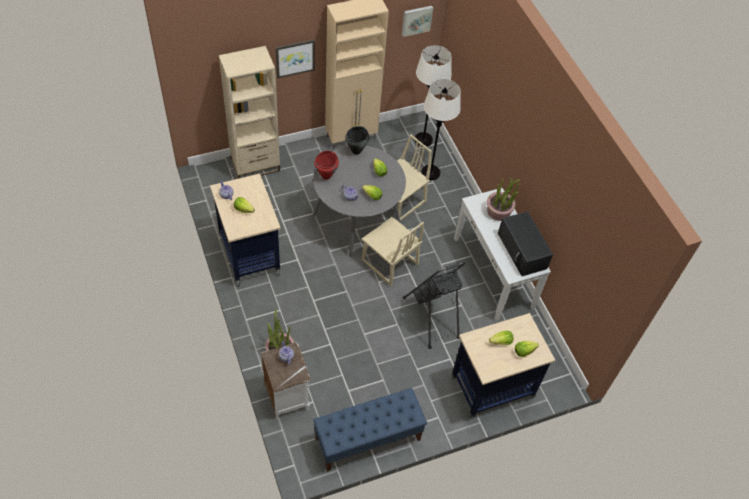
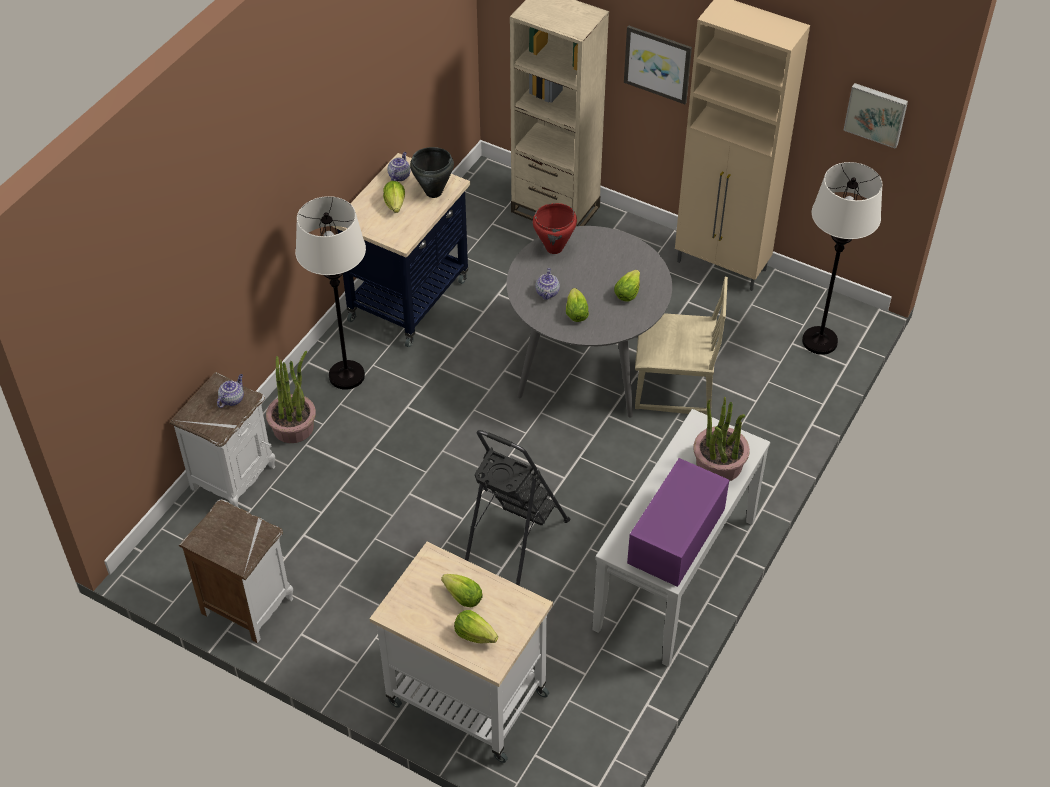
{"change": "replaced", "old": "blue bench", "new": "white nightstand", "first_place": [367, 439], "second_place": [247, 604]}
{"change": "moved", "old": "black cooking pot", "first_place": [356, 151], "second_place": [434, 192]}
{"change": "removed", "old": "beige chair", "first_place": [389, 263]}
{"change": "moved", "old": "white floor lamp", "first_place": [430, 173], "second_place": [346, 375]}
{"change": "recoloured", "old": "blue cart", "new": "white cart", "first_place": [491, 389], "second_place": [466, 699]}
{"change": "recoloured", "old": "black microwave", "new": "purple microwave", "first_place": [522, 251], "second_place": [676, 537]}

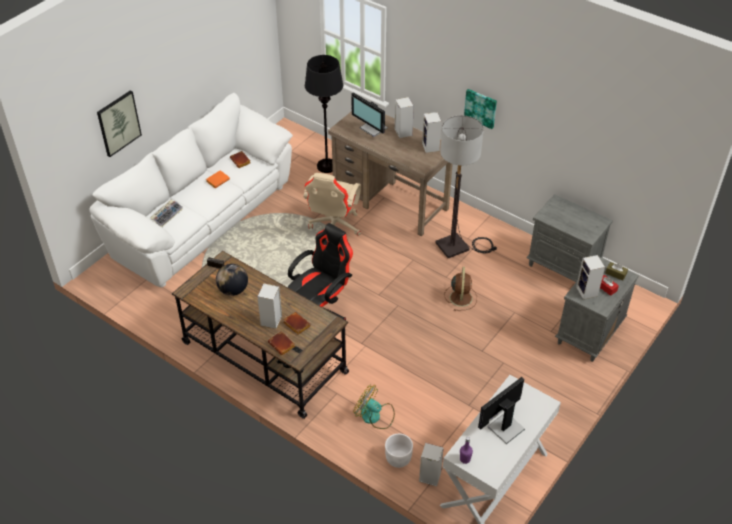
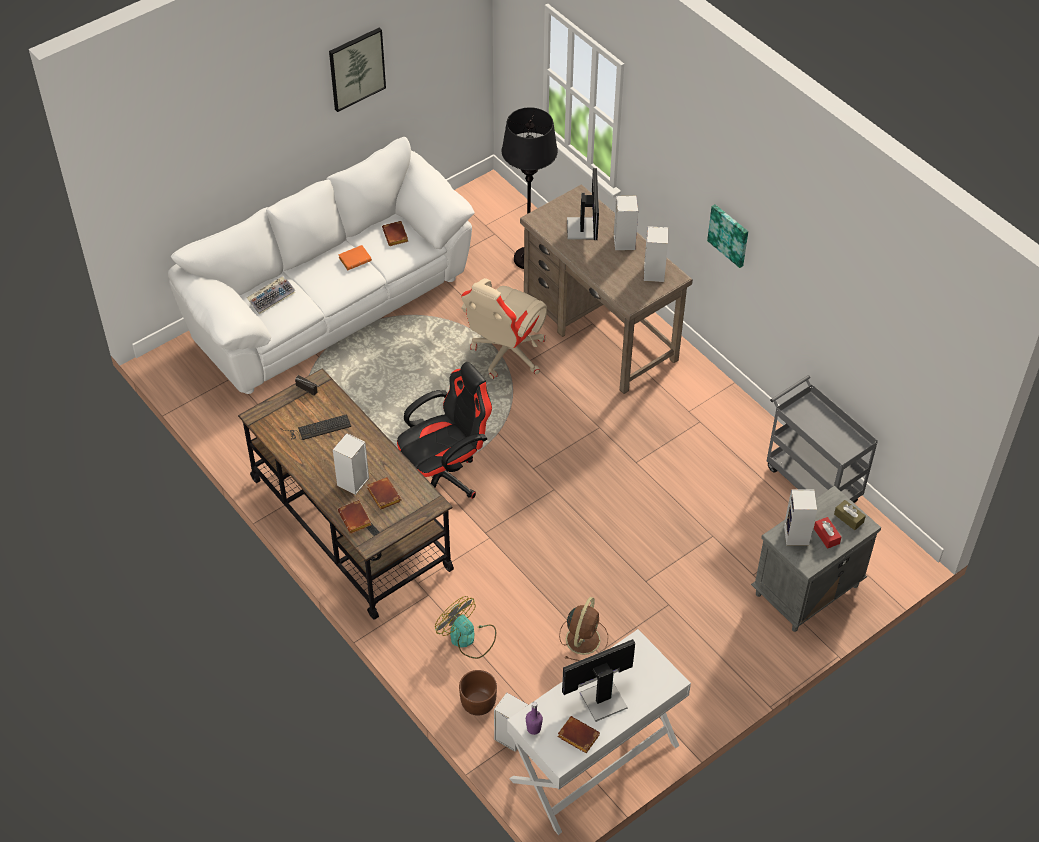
{"change": "moved", "old": "picture", "first_place": [118, 123], "second_place": [356, 68]}
{"change": "replaced", "old": "globe", "new": "keyboard", "first_place": [233, 290], "second_place": [318, 428]}
{"change": "turned", "old": "monitor", "first_place": [373, 129], "second_place": [583, 228], "degrees": -150}
{"change": "recoloured", "old": "white planter", "new": "brown planter", "first_place": [398, 458], "second_place": [478, 703]}
{"change": "removed", "old": "floor lamp", "first_place": [461, 247]}
{"change": "moved", "old": "brown fan", "first_place": [461, 297], "second_place": [583, 638]}
{"change": "replaced", "old": "grey nightstand", "new": "grey cart", "first_place": [563, 267], "second_place": [810, 484]}
{"change": "added", "new": "brown book", "second_place": [577, 737]}

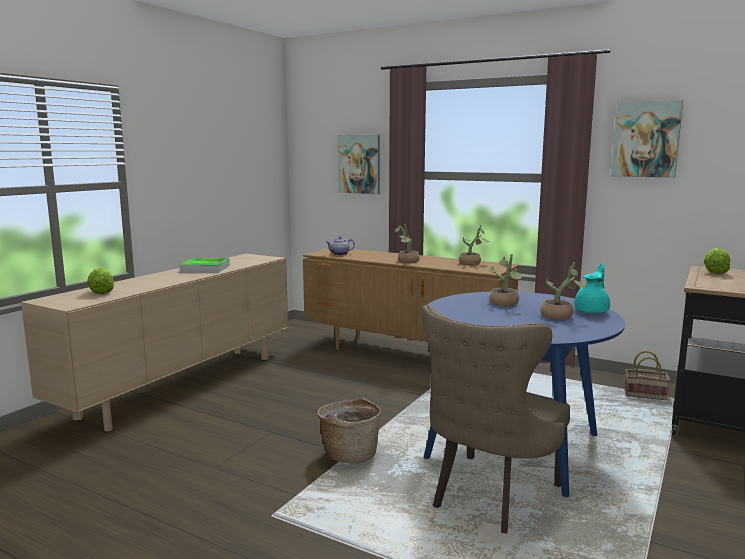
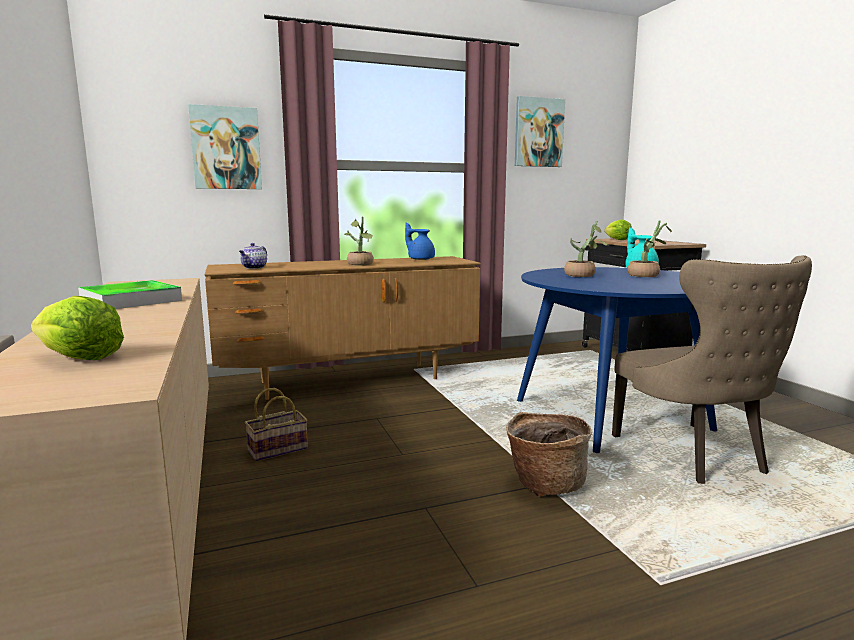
{"change": "replaced", "old": "potted plant", "new": "blue teapot", "first_place": [472, 263], "second_place": [420, 259]}
{"change": "moved", "old": "basket", "first_place": [646, 395], "second_place": [279, 449]}

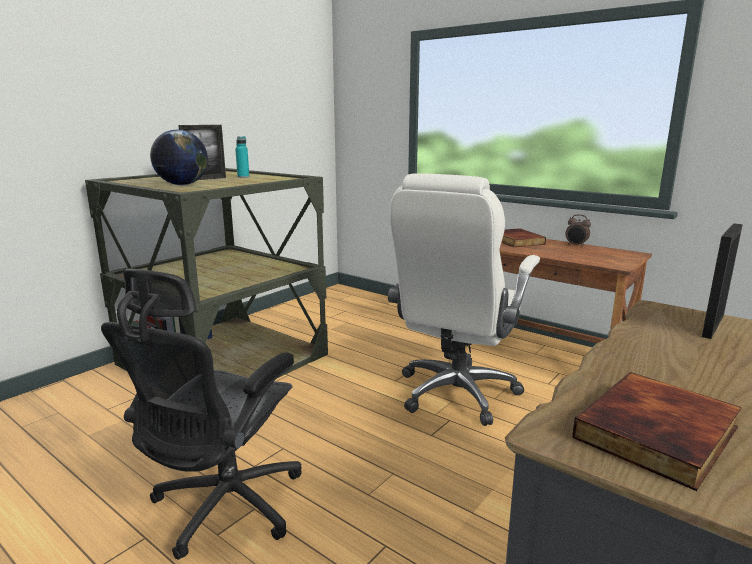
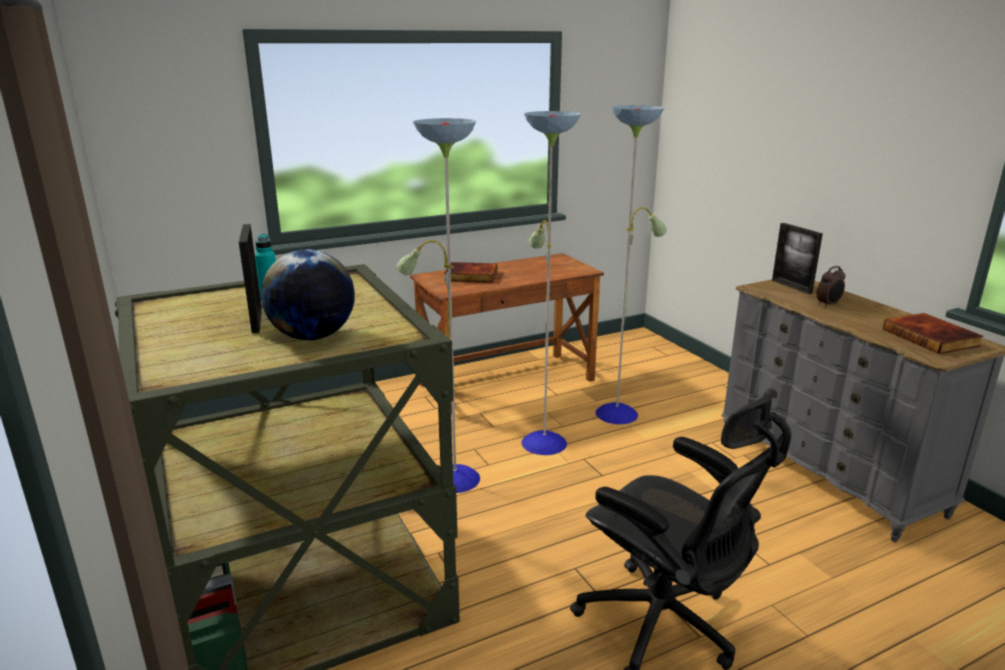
{"change": "replaced", "old": "white office chair", "new": "floor lamp", "first_place": [456, 394], "second_place": [542, 441]}
{"change": "moved", "old": "alarm clock", "first_place": [576, 245], "second_place": [828, 305]}

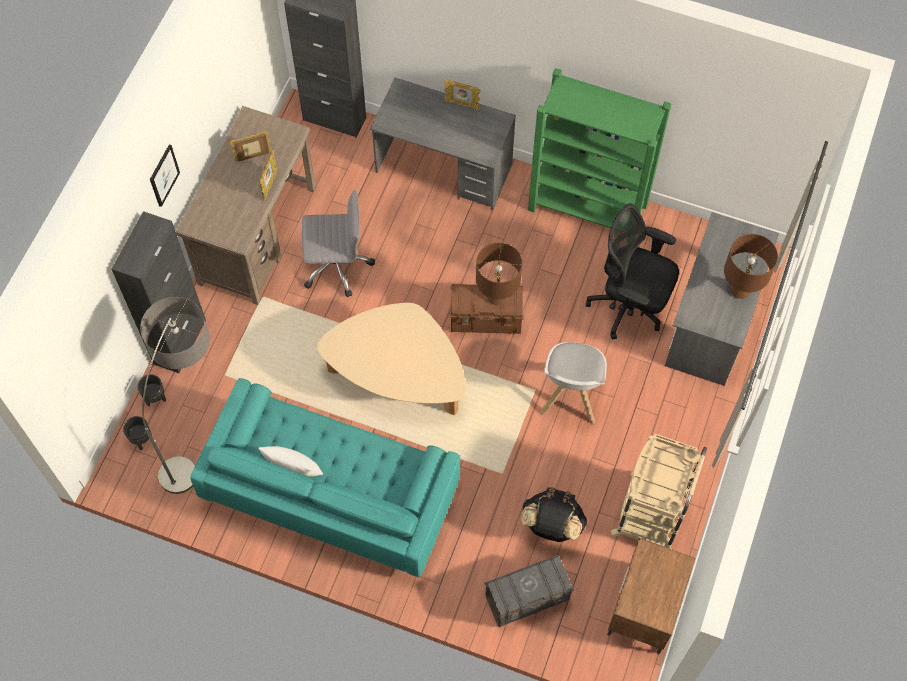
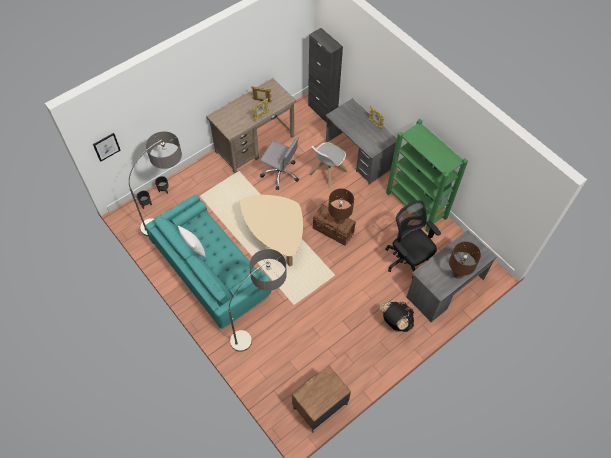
{"change": "removed", "old": "black cabinet", "first_place": [180, 342]}
{"change": "moved", "old": "picture", "first_place": [164, 175], "second_place": [106, 147]}
{"change": "removed", "old": "grey storage box", "first_place": [527, 598]}
{"change": "moved", "old": "black backpack", "first_place": [552, 525], "second_place": [395, 321]}
{"change": "moved", "old": "chair", "first_place": [570, 395], "second_place": [327, 173]}
{"change": "removed", "old": "beige cart", "first_place": [651, 514]}
{"change": "added", "new": "floor lamp", "second_place": [262, 325]}

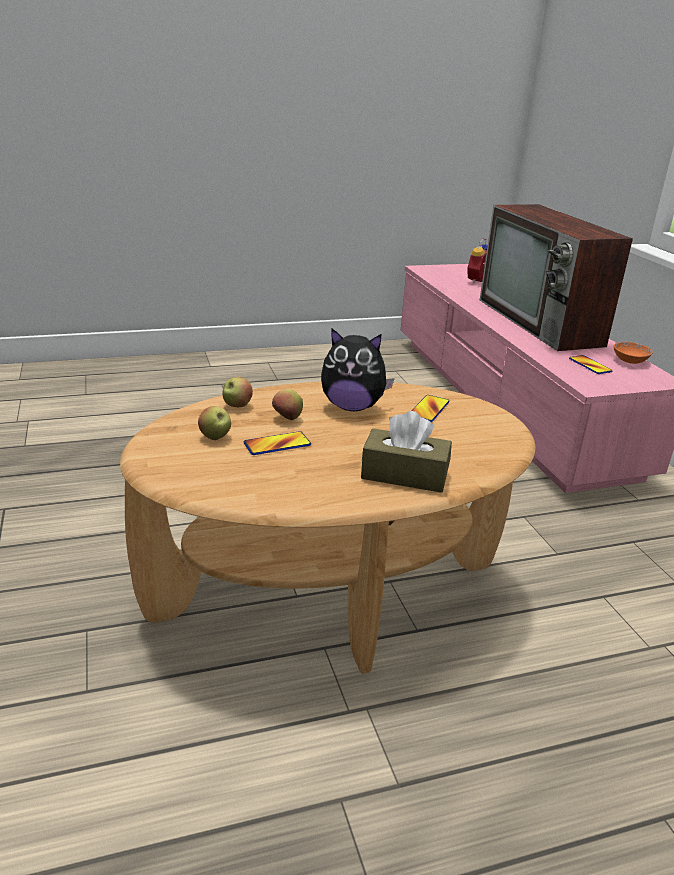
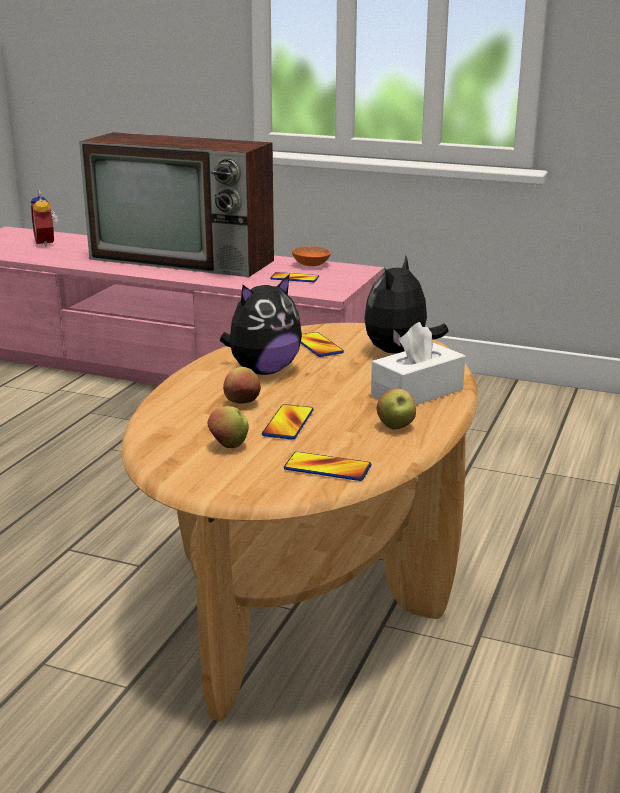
{"change": "moved", "old": "apple", "first_place": [237, 406], "second_place": [396, 427]}
{"change": "recoloured", "old": "brown tissue box", "new": "white tissue box", "first_place": [404, 475], "second_place": [417, 392]}
{"change": "added", "new": "phone", "second_place": [327, 468]}
{"change": "added", "new": "plush toy", "second_place": [399, 352]}

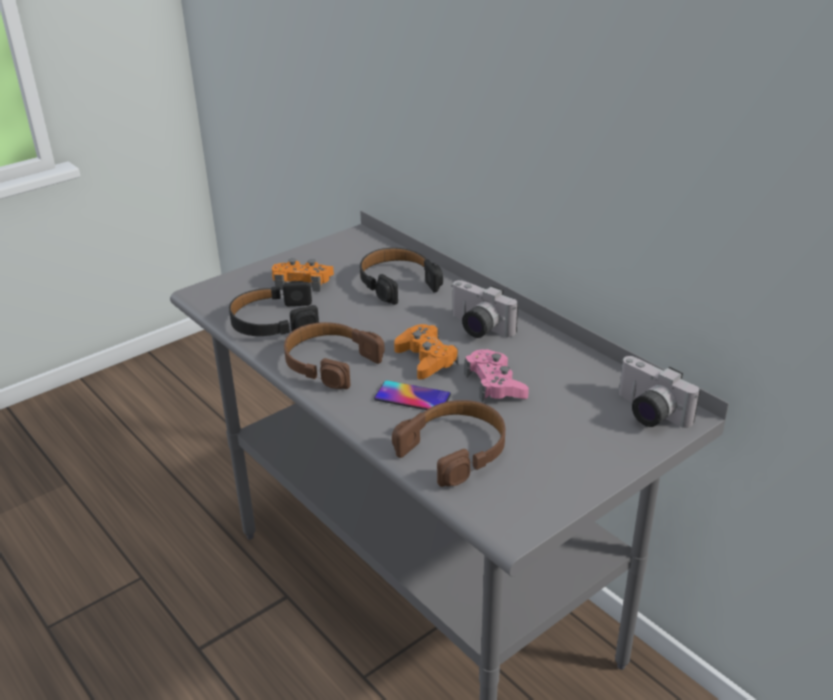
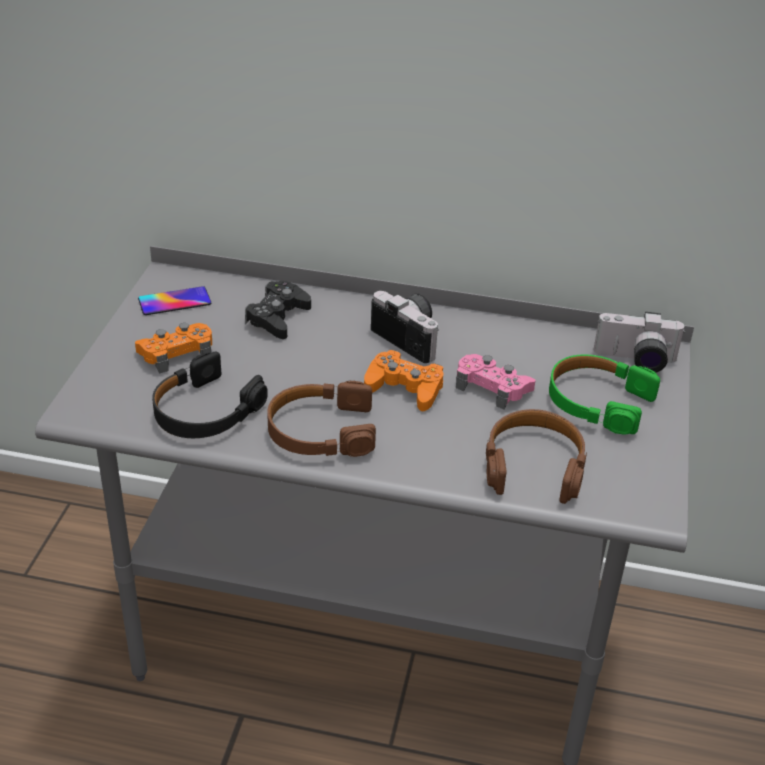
{"change": "replaced", "old": "black headphones", "new": "black game controller", "first_place": [397, 283], "second_place": [278, 317]}
{"change": "moved", "old": "phone", "first_place": [412, 397], "second_place": [174, 301]}
{"change": "turned", "old": "photo camera", "first_place": [477, 328], "second_place": [411, 337], "degrees": -135}
{"change": "added", "new": "green headphones", "second_place": [597, 402]}

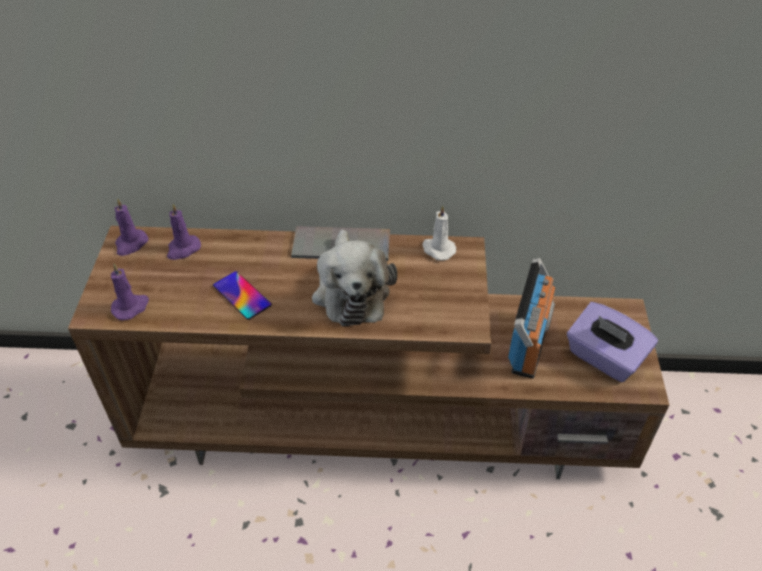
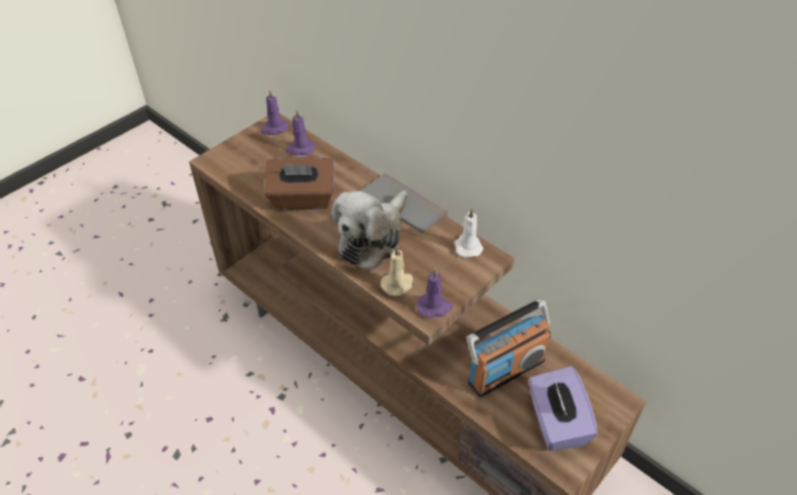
{"change": "moved", "old": "purple candle", "first_place": [131, 307], "second_place": [434, 307]}
{"change": "replaced", "old": "phone", "new": "brown tissue box", "first_place": [242, 295], "second_place": [302, 200]}
{"change": "added", "new": "beige candle", "second_place": [398, 284]}

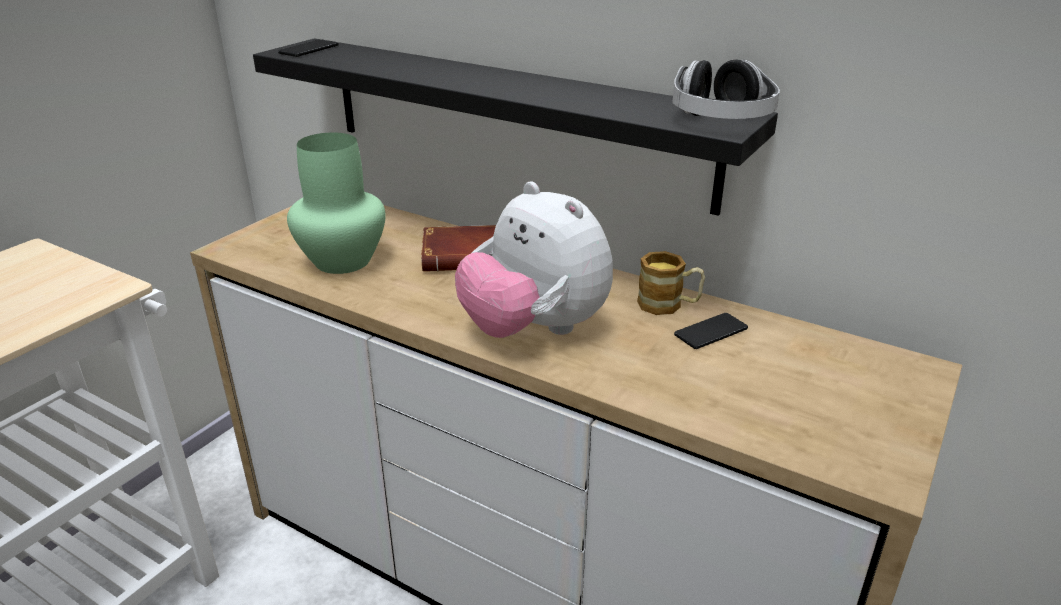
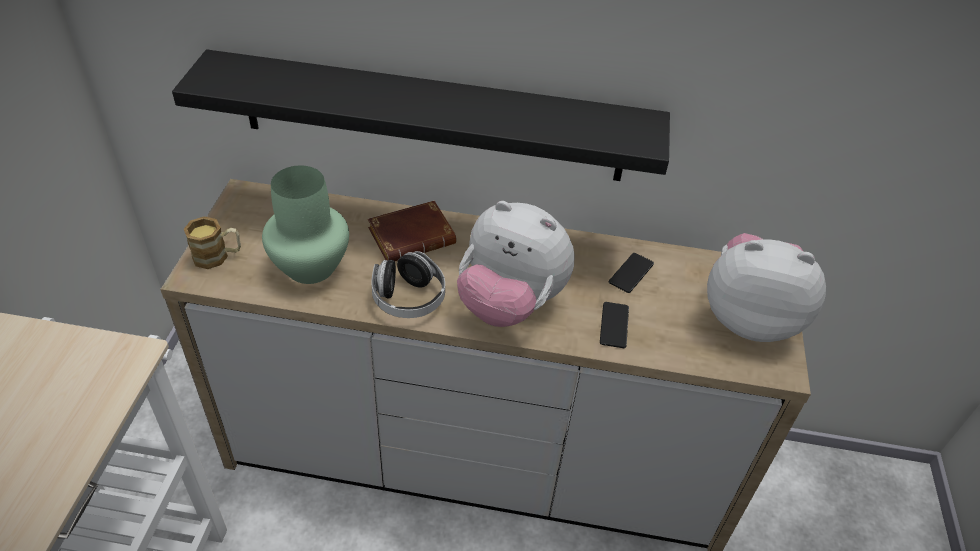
{"change": "moved", "old": "phone", "first_place": [309, 49], "second_place": [614, 325]}
{"change": "moved", "old": "mug", "first_place": [668, 305], "second_place": [218, 256]}
{"change": "moved", "old": "headphones", "first_place": [721, 121], "second_place": [408, 299]}
{"change": "added", "new": "plush toy", "second_place": [749, 317]}

